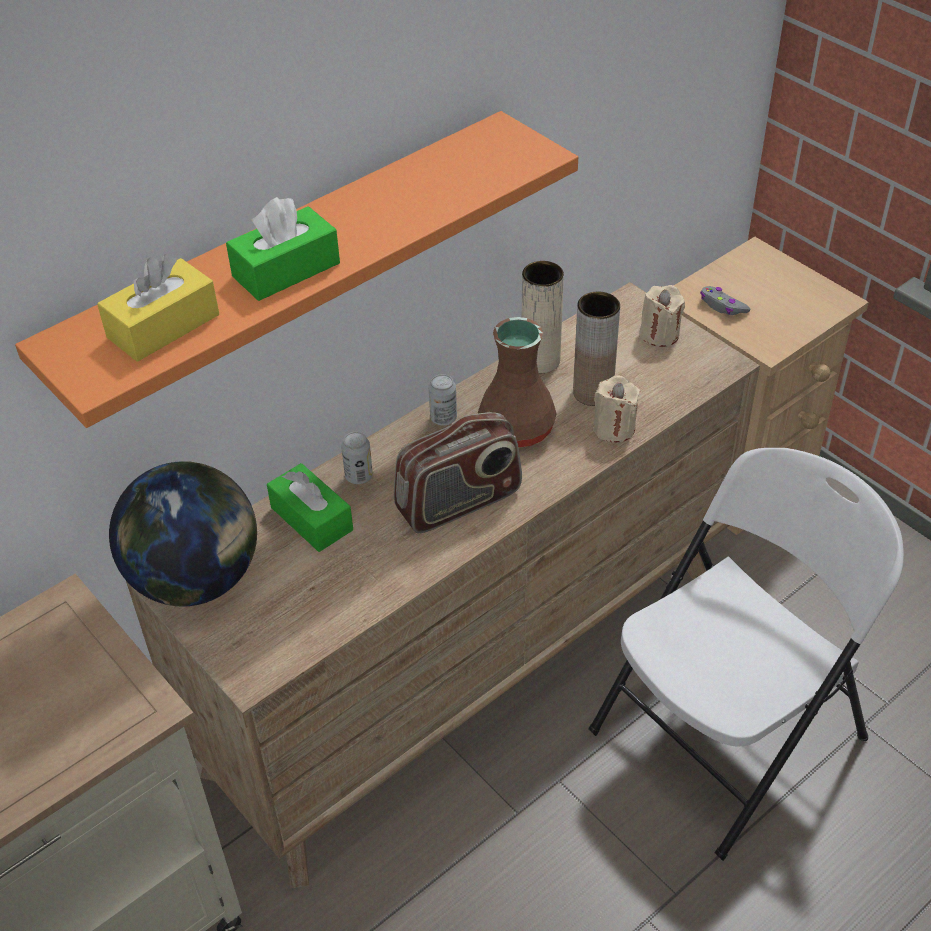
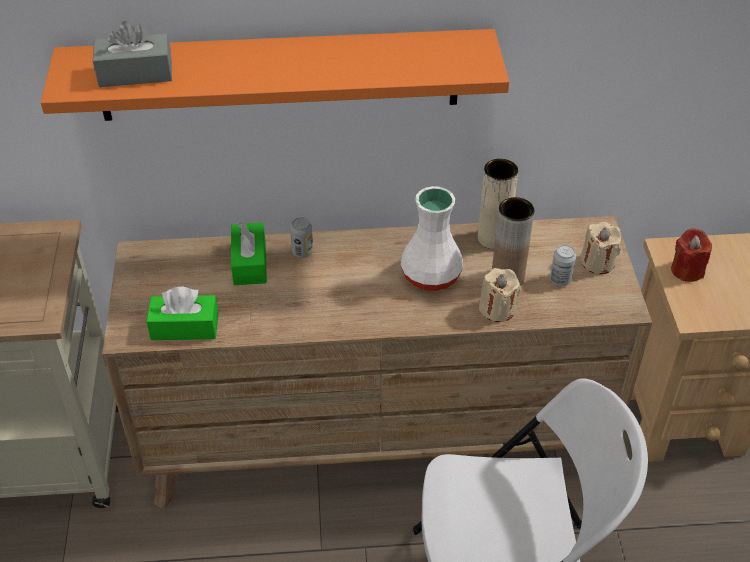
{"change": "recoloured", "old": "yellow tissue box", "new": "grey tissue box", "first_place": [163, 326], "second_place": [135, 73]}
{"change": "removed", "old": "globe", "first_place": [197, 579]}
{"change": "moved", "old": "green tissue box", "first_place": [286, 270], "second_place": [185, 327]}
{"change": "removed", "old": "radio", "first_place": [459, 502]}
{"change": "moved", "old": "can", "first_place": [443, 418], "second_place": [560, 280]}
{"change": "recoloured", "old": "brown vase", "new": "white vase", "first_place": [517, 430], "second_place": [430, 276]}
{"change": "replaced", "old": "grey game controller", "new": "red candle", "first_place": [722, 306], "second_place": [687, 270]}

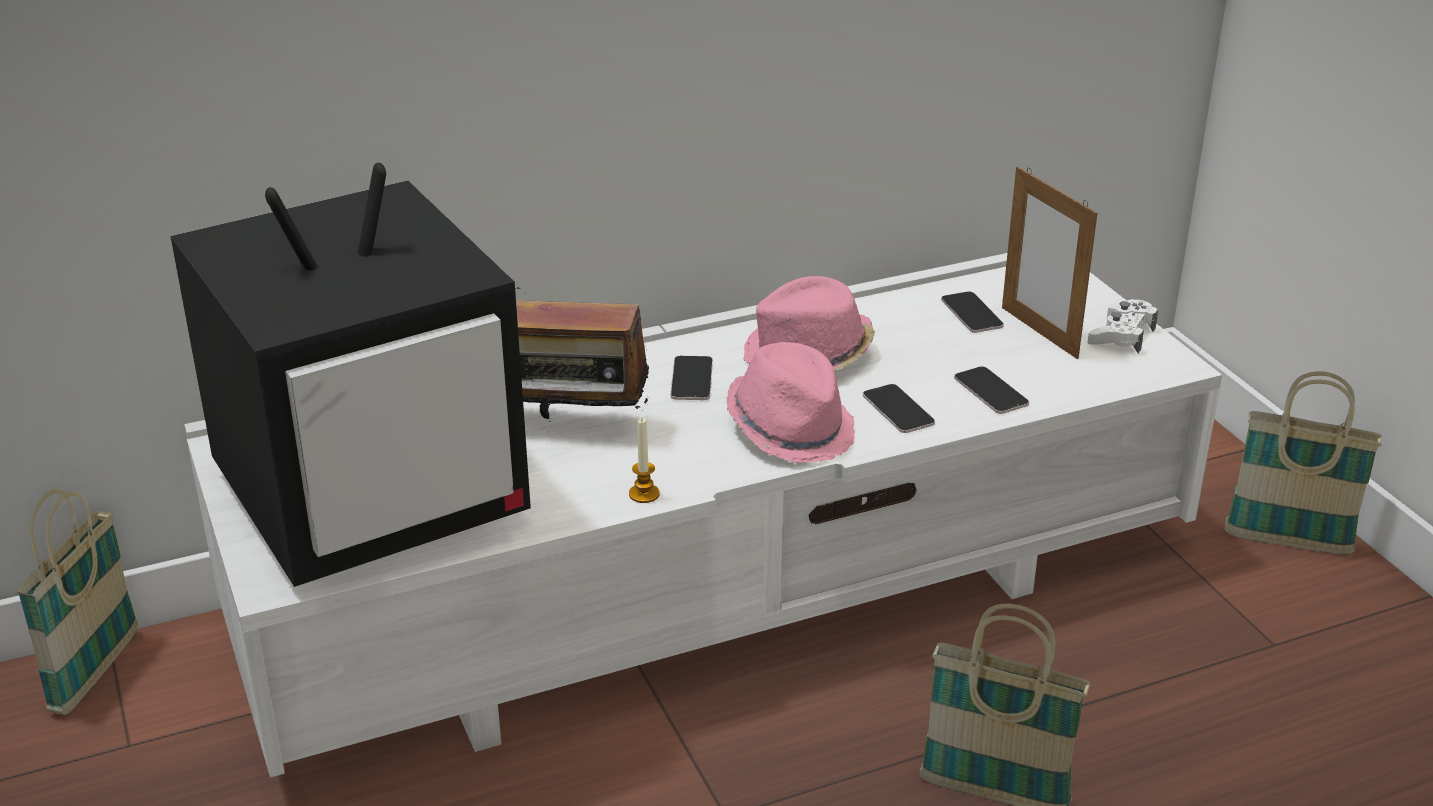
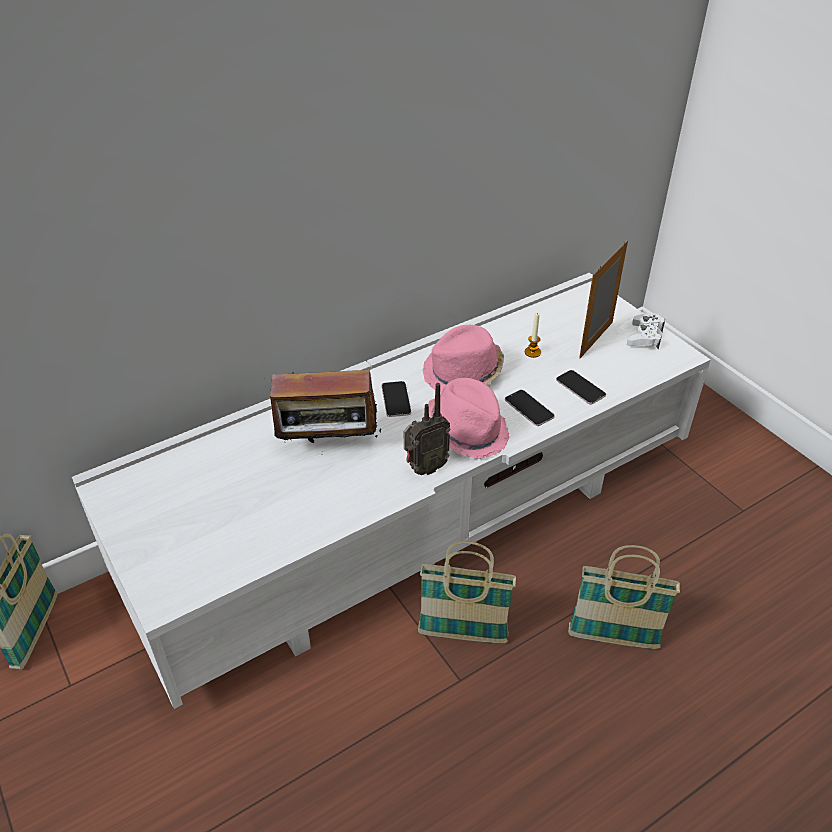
{"change": "removed", "old": "television", "first_place": [375, 498]}
{"change": "moved", "old": "candle", "first_place": [644, 494], "second_place": [532, 352]}
{"change": "removed", "old": "phone", "first_place": [971, 313]}
{"change": "turned", "old": "picture frame", "first_place": [1039, 332], "second_place": [596, 340], "degrees": 75}
{"change": "moved", "old": "basket", "first_place": [1288, 542], "second_place": [463, 635]}
{"change": "added", "new": "radio", "second_place": [424, 468]}

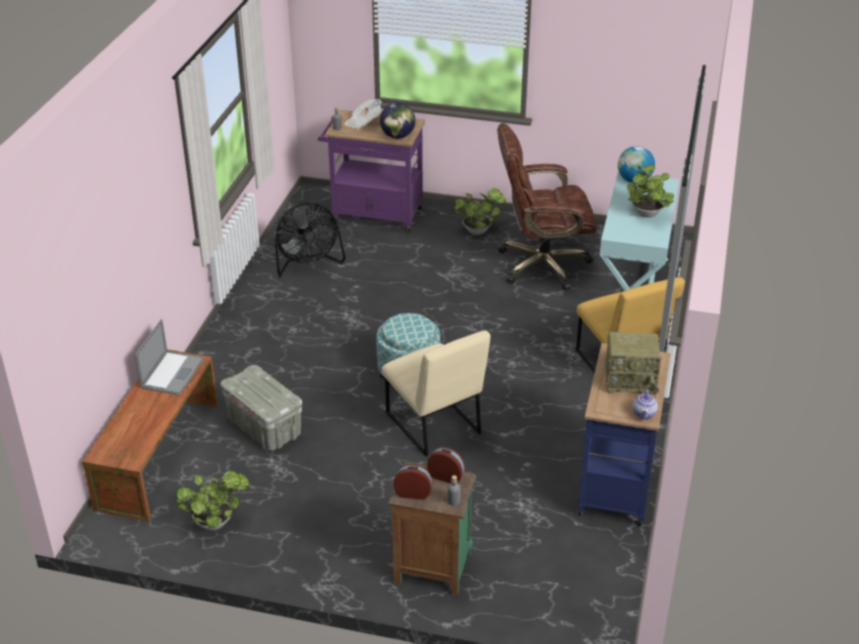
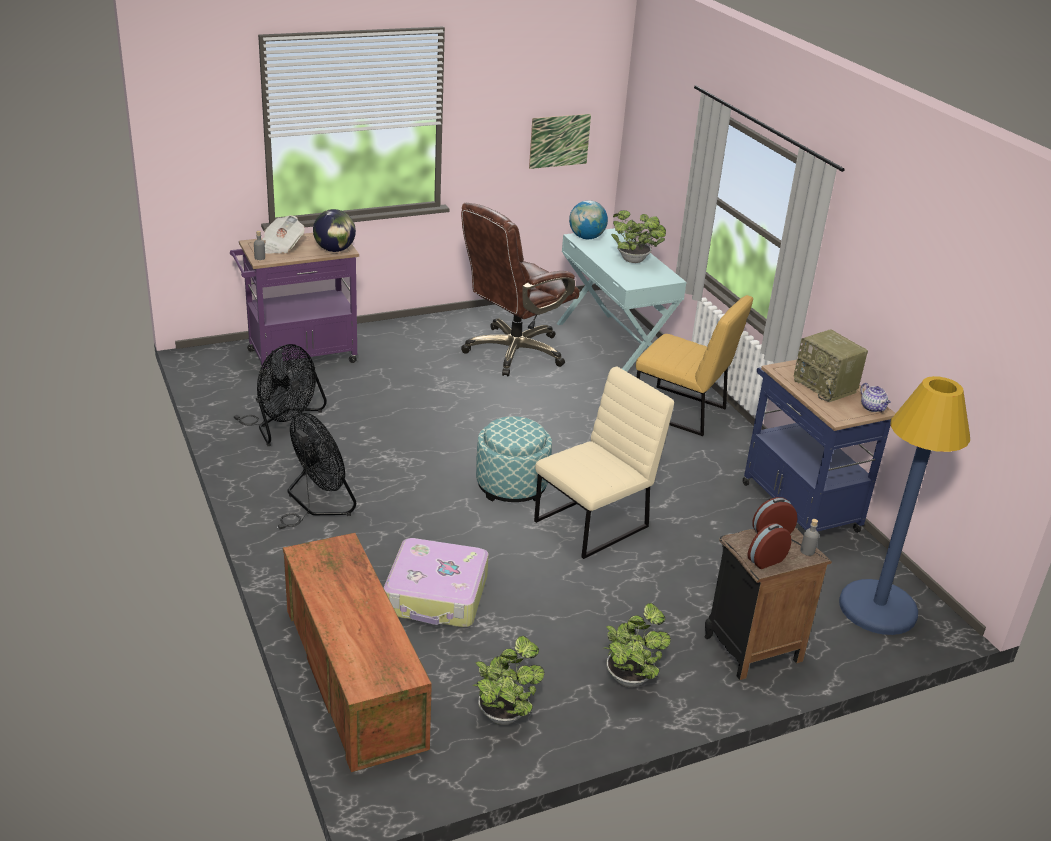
{"change": "removed", "old": "laptop", "first_place": [172, 373]}
{"change": "replaced", "old": "grey storage box", "new": "suitcase", "first_place": [265, 427], "second_place": [437, 596]}
{"change": "turned", "old": "beige chair", "first_place": [434, 425], "second_place": [594, 523], "degrees": -60}
{"change": "recoloured", "old": "green nightstand", "new": "black nightstand", "first_place": [432, 567], "second_place": [751, 648]}
{"change": "moved", "old": "potted plant", "first_place": [479, 230], "second_place": [630, 676]}
{"change": "turned", "old": "radio", "first_place": [630, 381], "second_place": [826, 386], "degrees": 90}
{"change": "added", "new": "black fan", "second_place": [312, 501]}
{"change": "added", "new": "picture", "second_place": [559, 141]}
{"change": "added", "new": "blue floor lamp", "second_place": [877, 608]}

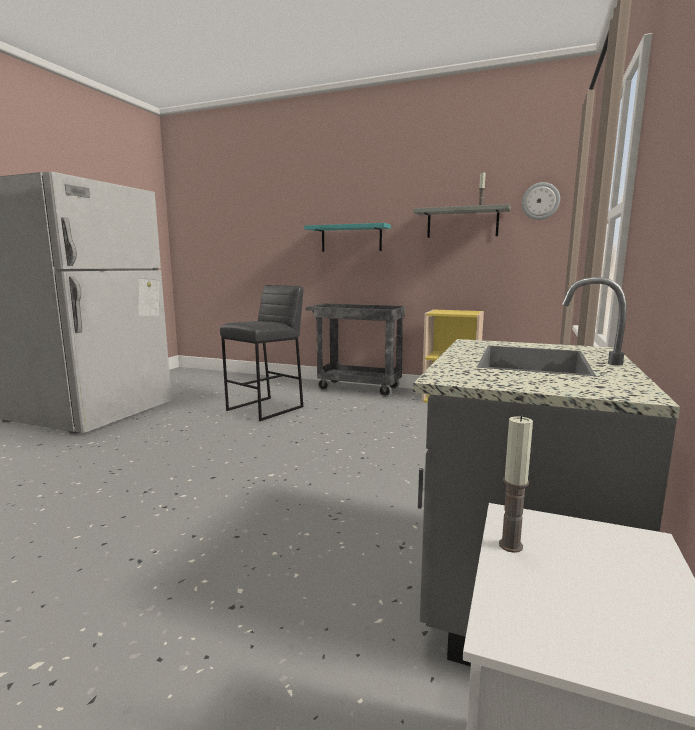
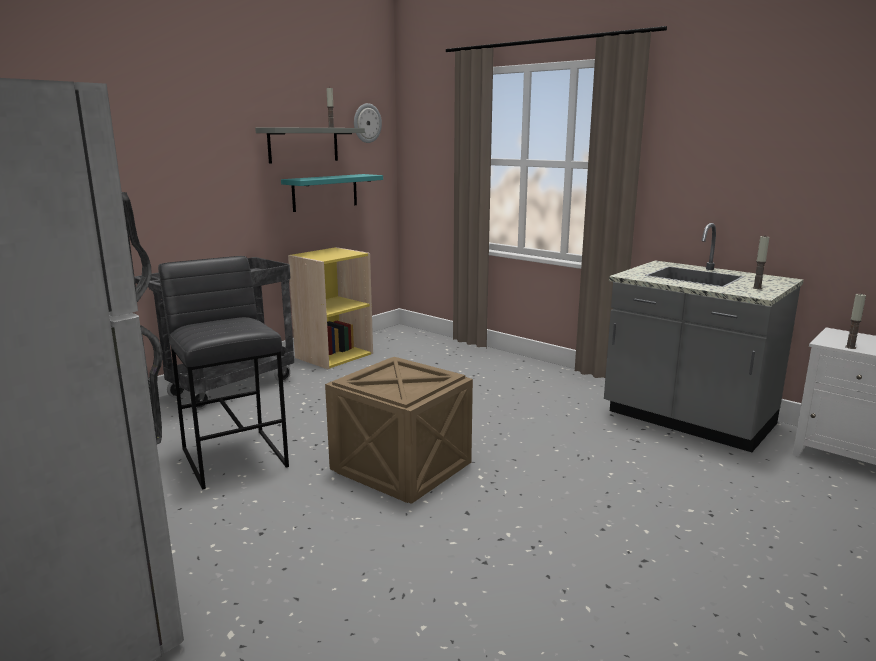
{"change": "moved", "old": "turquoise shelf", "first_place": [351, 238], "second_place": [325, 192]}
{"change": "added", "new": "crate", "second_place": [399, 468]}
{"change": "added", "new": "candle", "second_place": [757, 288]}

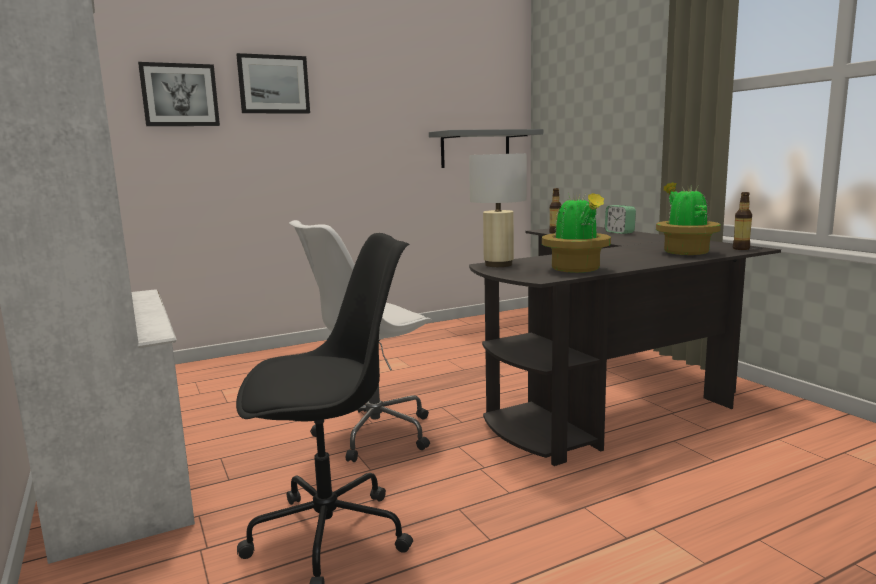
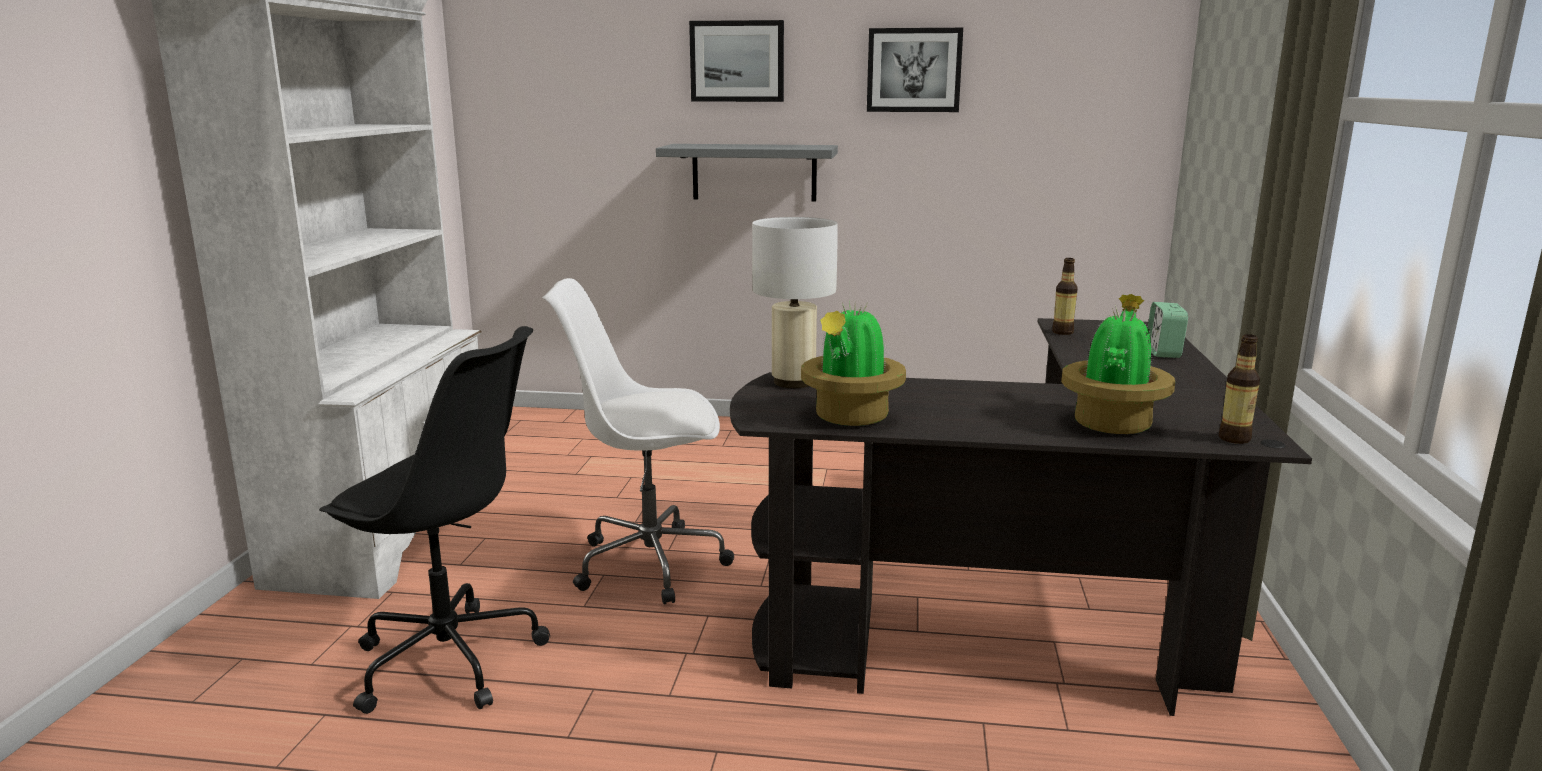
{"change": "moved", "old": "picture", "first_place": [180, 95], "second_place": [914, 70]}
{"change": "moved", "old": "grey shelf", "first_place": [475, 149], "second_place": [754, 172]}

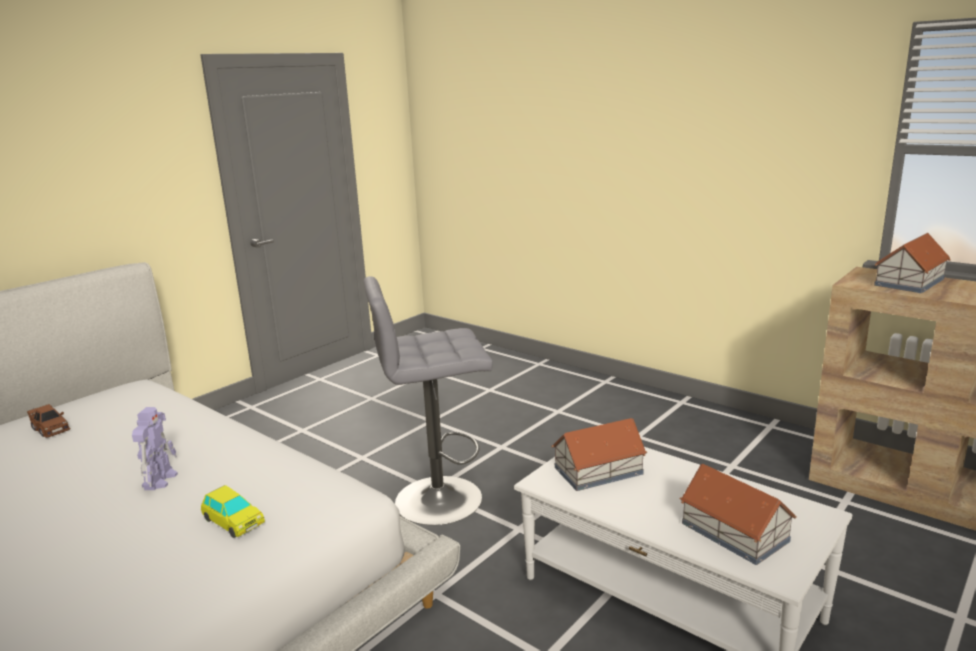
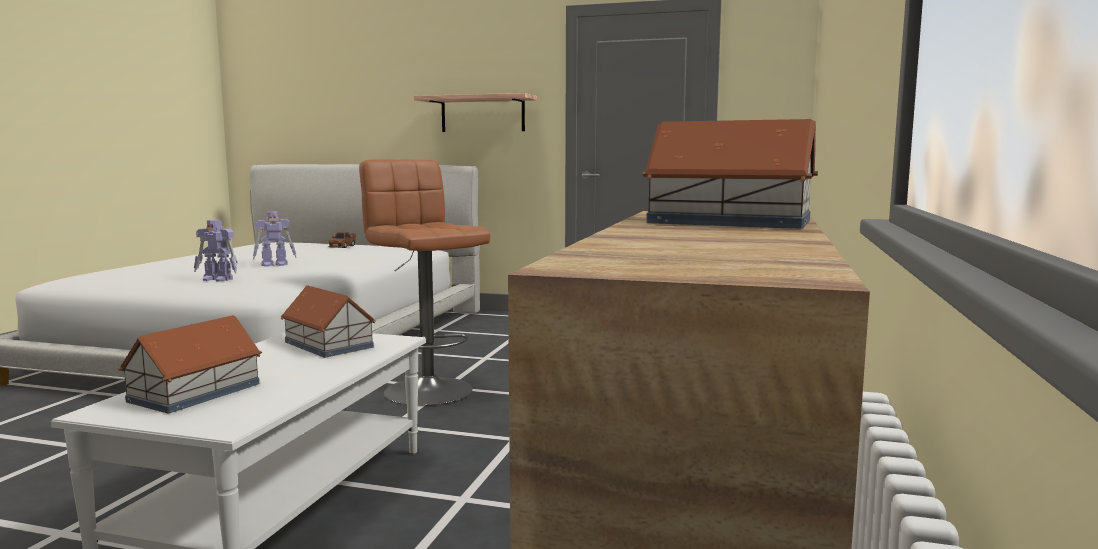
{"change": "replaced", "old": "toy car", "new": "toy robot", "first_place": [233, 522], "second_place": [218, 279]}
{"change": "recoloured", "old": "grey stool", "new": "brown stool", "first_place": [437, 500], "second_place": [428, 391]}
{"change": "added", "new": "shelf", "second_place": [482, 114]}

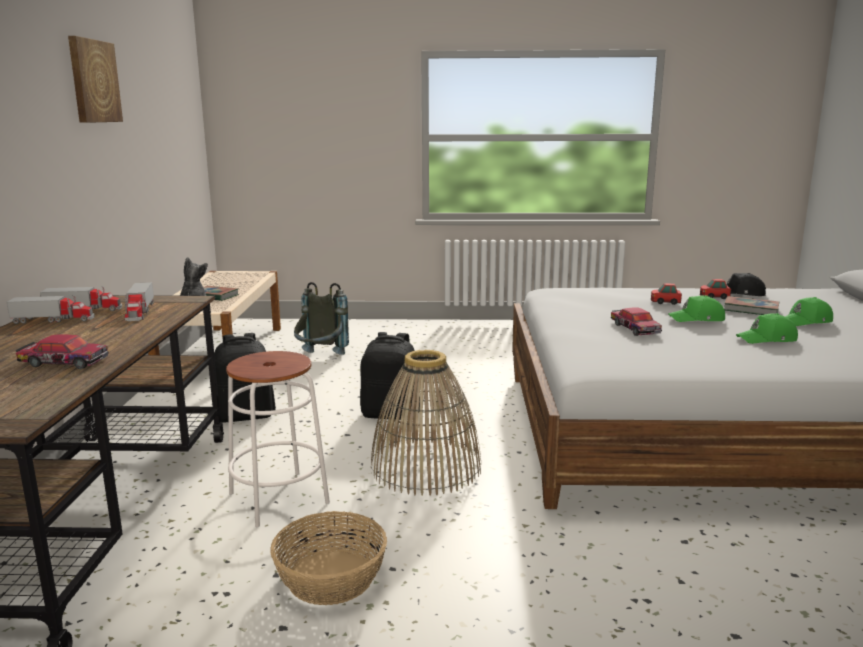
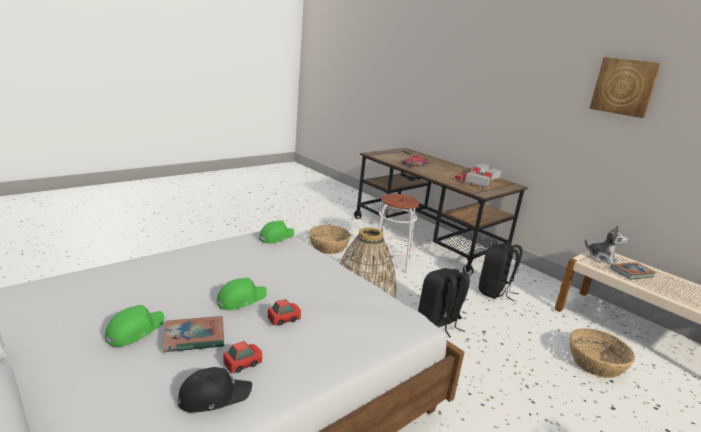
{"change": "replaced", "old": "grey backpack", "new": "basket", "first_place": [321, 358], "second_place": [595, 363]}
{"change": "removed", "old": "toy car", "first_place": [635, 328]}
{"change": "moved", "old": "green cap", "first_place": [767, 339], "second_place": [276, 237]}

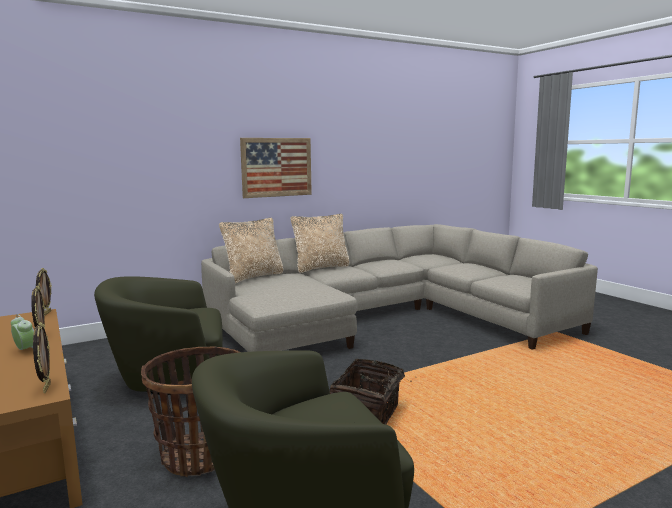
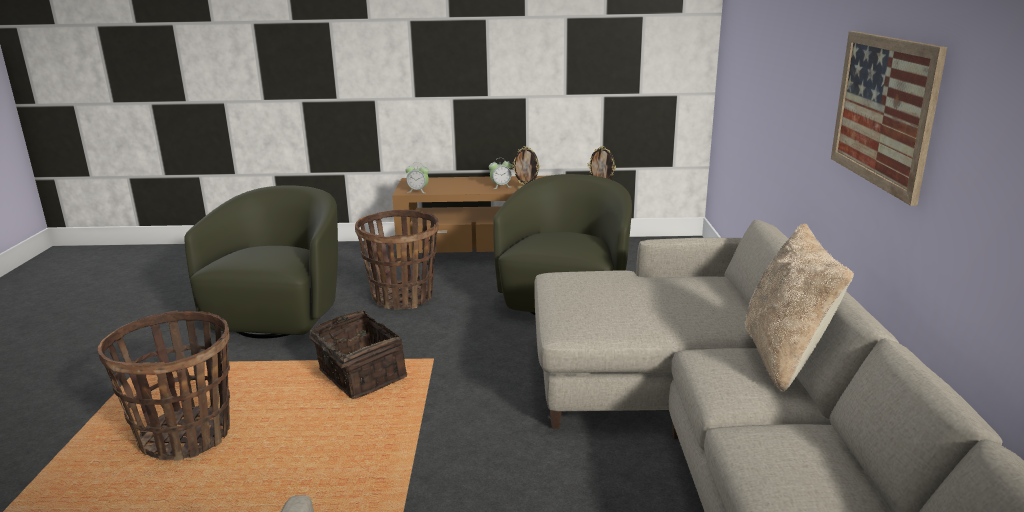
{"change": "replaced", "old": "picture frame", "new": "alarm clock", "first_place": [46, 388], "second_place": [418, 191]}
{"change": "removed", "old": "beige pillow", "first_place": [254, 277]}
{"change": "added", "new": "basket", "second_place": [186, 436]}

